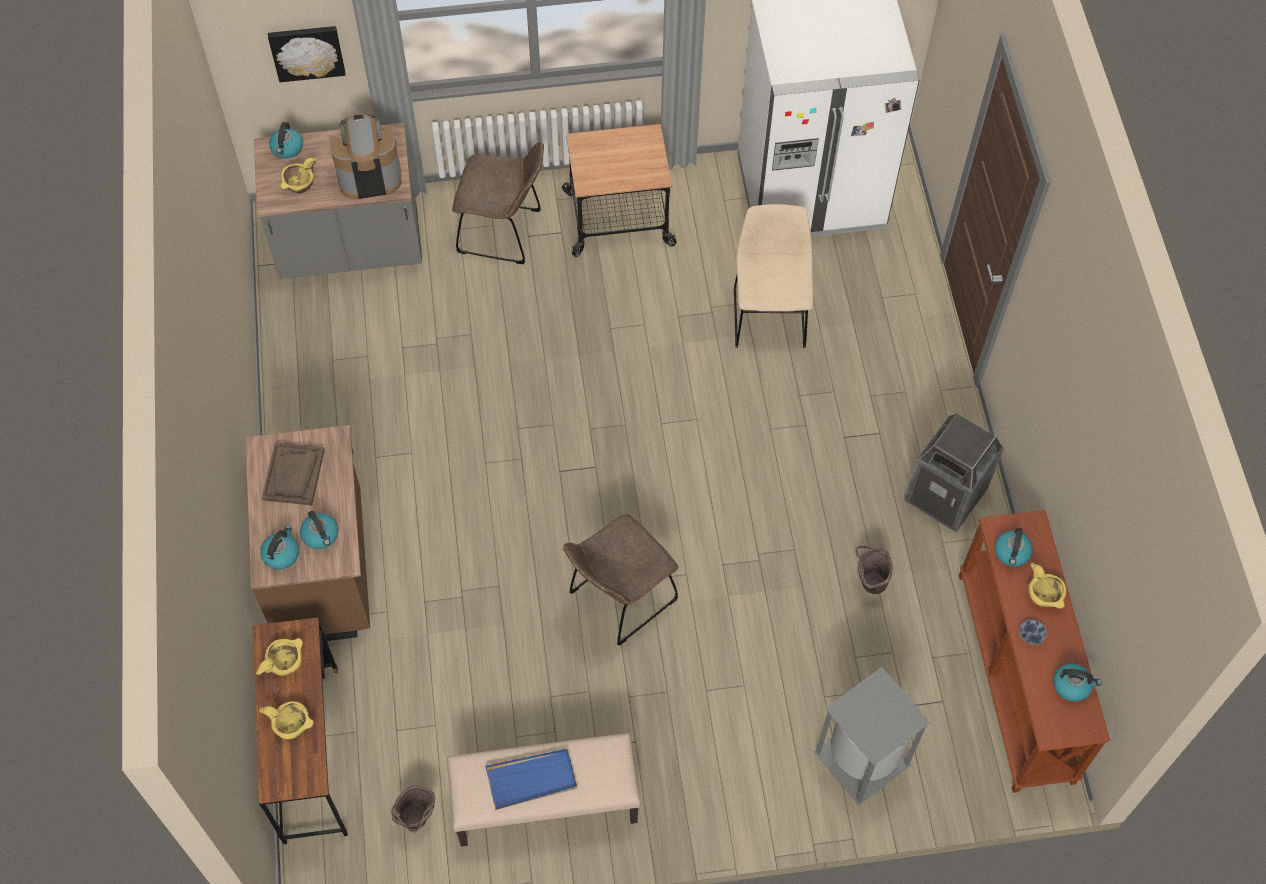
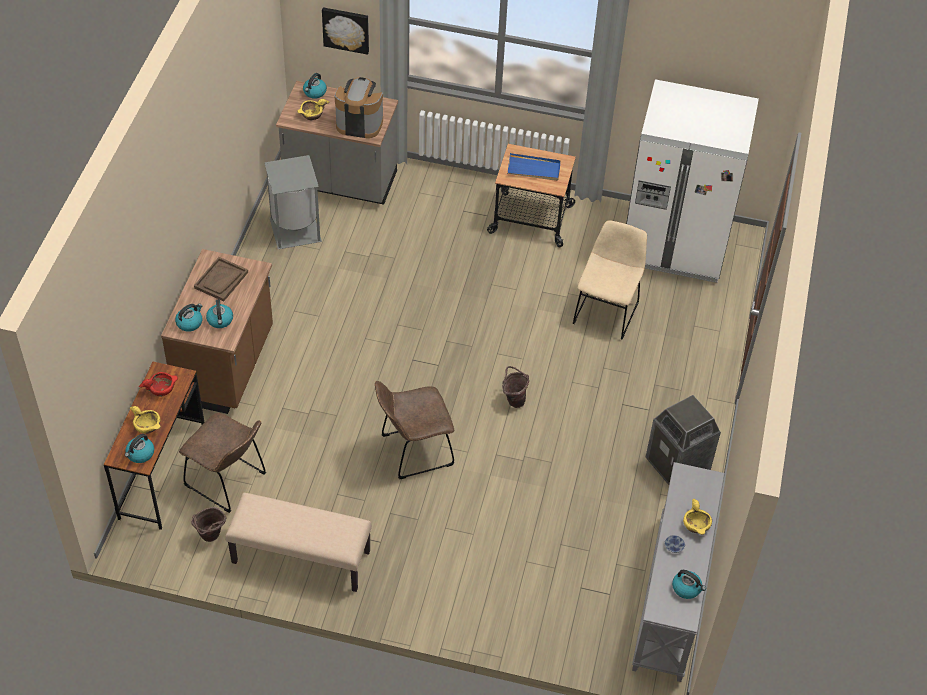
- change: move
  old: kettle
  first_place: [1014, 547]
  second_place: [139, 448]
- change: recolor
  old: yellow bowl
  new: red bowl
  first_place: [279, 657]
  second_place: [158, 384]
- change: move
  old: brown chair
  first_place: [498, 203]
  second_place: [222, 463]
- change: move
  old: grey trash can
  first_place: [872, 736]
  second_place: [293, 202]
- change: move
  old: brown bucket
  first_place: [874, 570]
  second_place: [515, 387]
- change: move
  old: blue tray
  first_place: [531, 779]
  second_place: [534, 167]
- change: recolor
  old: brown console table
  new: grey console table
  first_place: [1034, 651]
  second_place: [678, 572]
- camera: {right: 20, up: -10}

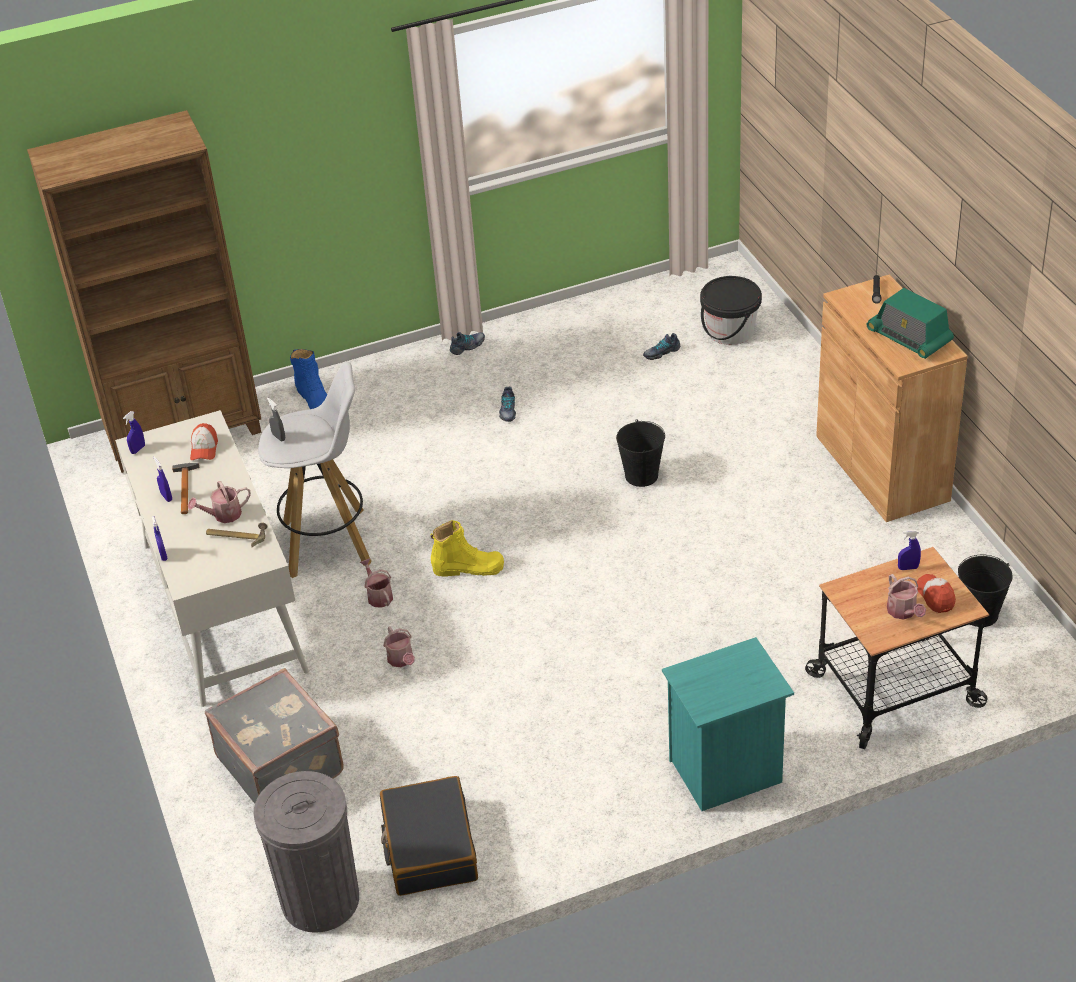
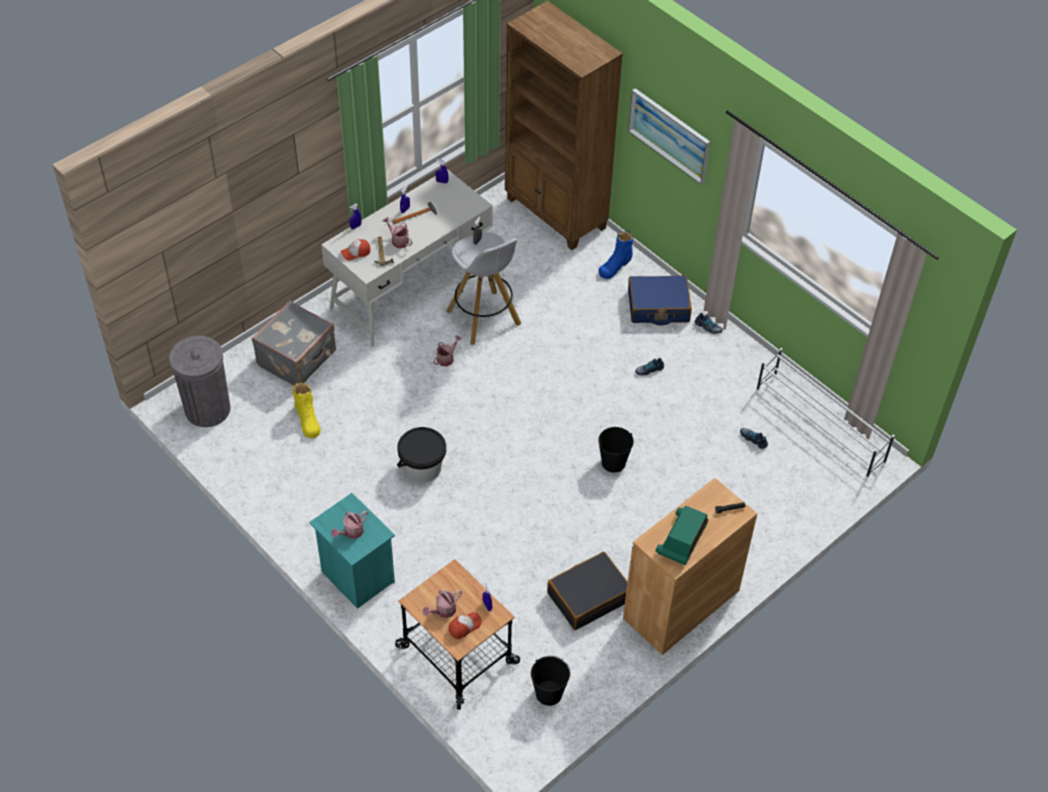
- change: move
  old: yellow boot
  first_place: [467, 548]
  second_place: [306, 410]
- change: move
  old: watering can
  first_place: [399, 646]
  second_place: [349, 525]
- change: move
  old: cap
  first_place: [204, 441]
  second_place: [356, 250]
- change: move
  old: black bucket
  first_place: [731, 310]
  second_place: [421, 455]
- change: move
  old: black suitcase
  first_place: [429, 836]
  second_place: [587, 591]
- change: insert
  new: picture
  second_place: [669, 136]
- change: insert
  new: blue suitcase
  second_place: [660, 300]
- change: insert
  new: white shoe rack
  second_place: [825, 413]
- camera: {right: 65, up: 10}

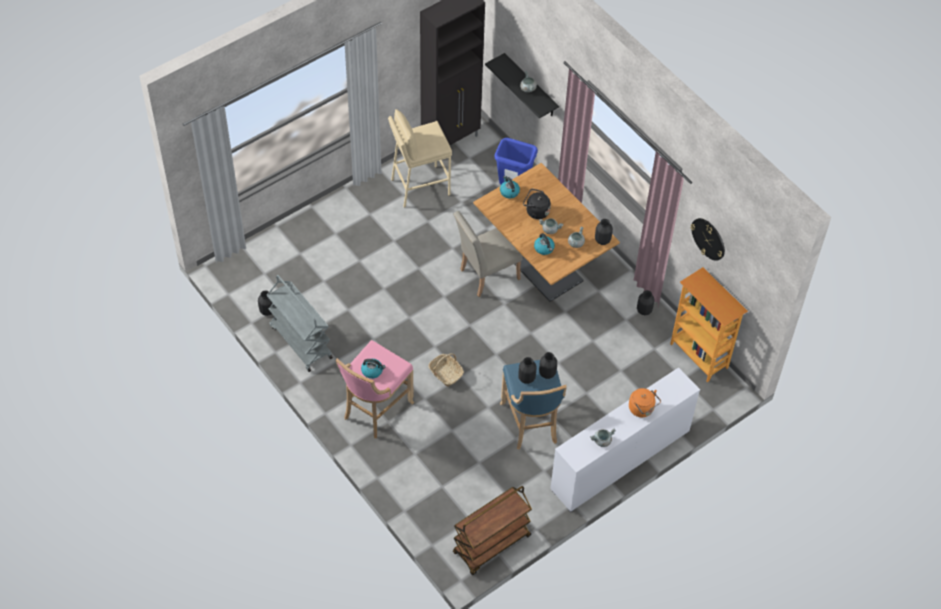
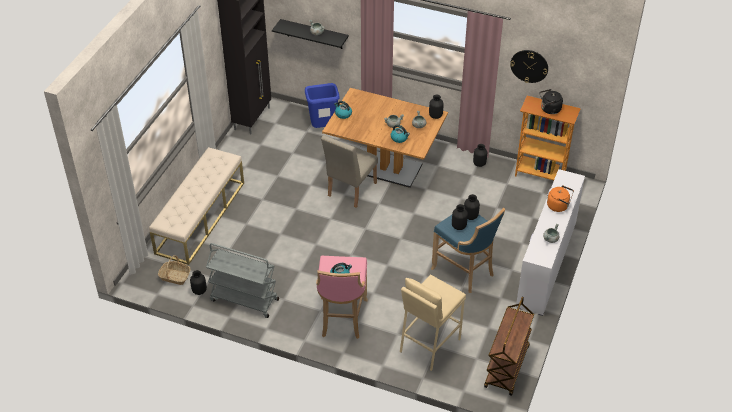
- change: insert
  new: beige bench
  second_place: [196, 206]
- change: move
  old: basket
  first_place: [446, 369]
  second_place: [174, 270]
- change: move
  old: beige stool
  first_place: [420, 158]
  second_place: [433, 323]
- change: move
  old: black kettle
  first_place: [537, 204]
  second_place: [551, 101]
- camera: {right: -30, up: -10}

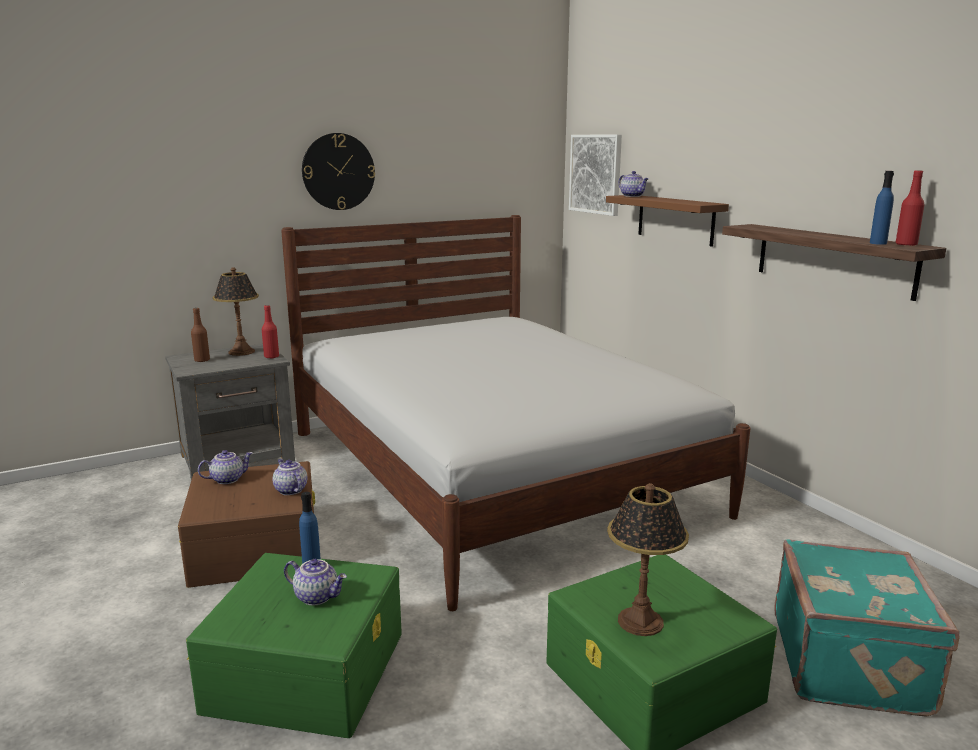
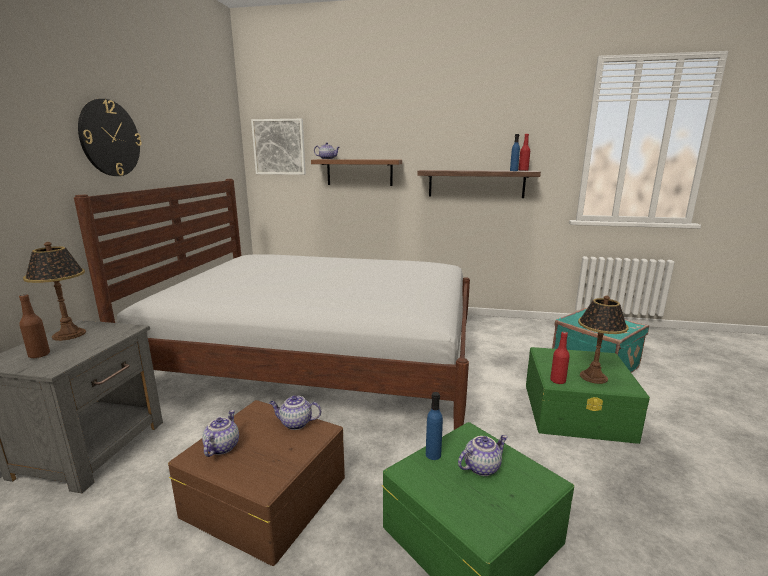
- change: move
  old: red bottle
  first_place: [270, 331]
  second_place: [560, 357]
- camera: {right: -50, up: 0}

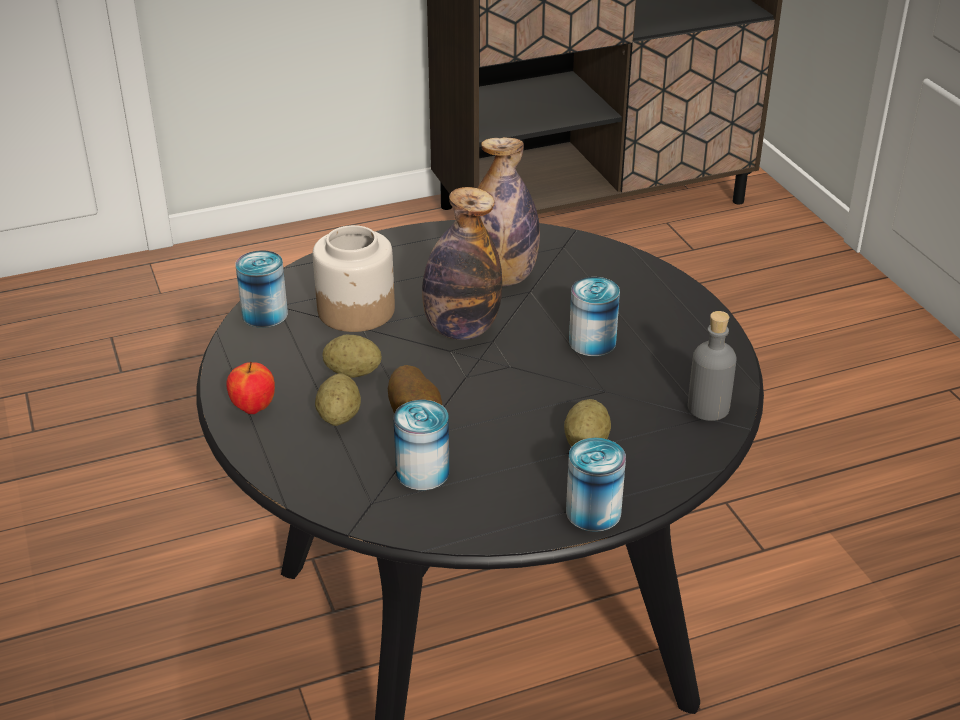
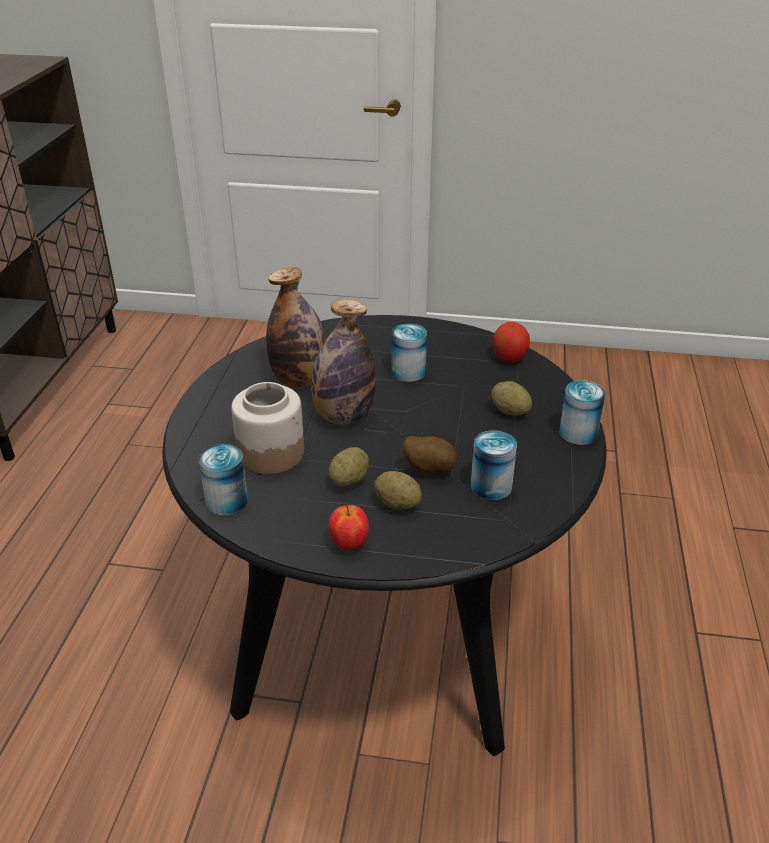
- change: replace
  old: grey bottle
  new: apple
  first_place: [712, 366]
  second_place: [511, 342]
- camera: {right: -60, up: 0}

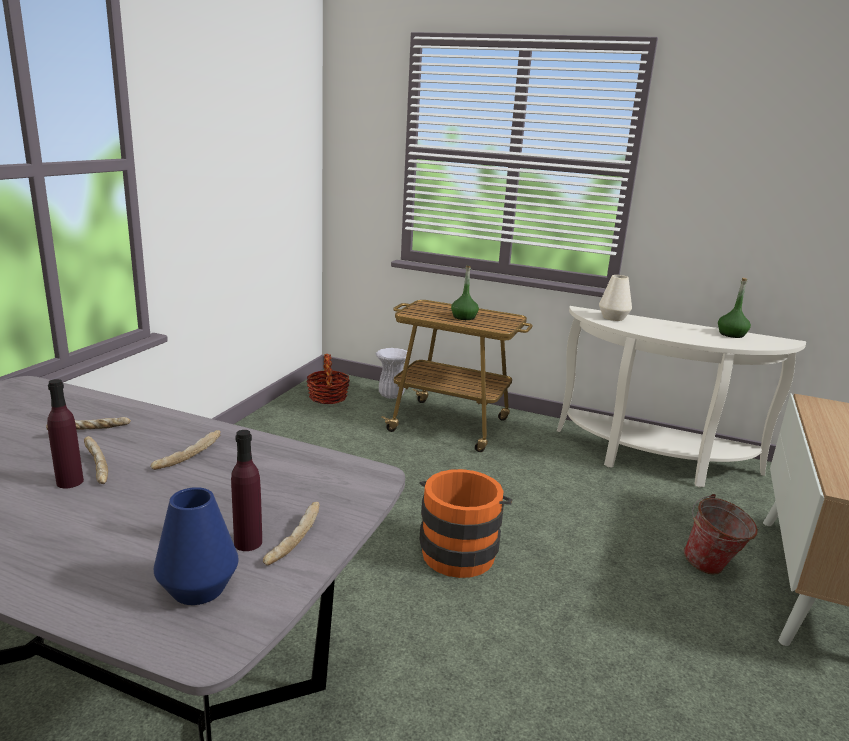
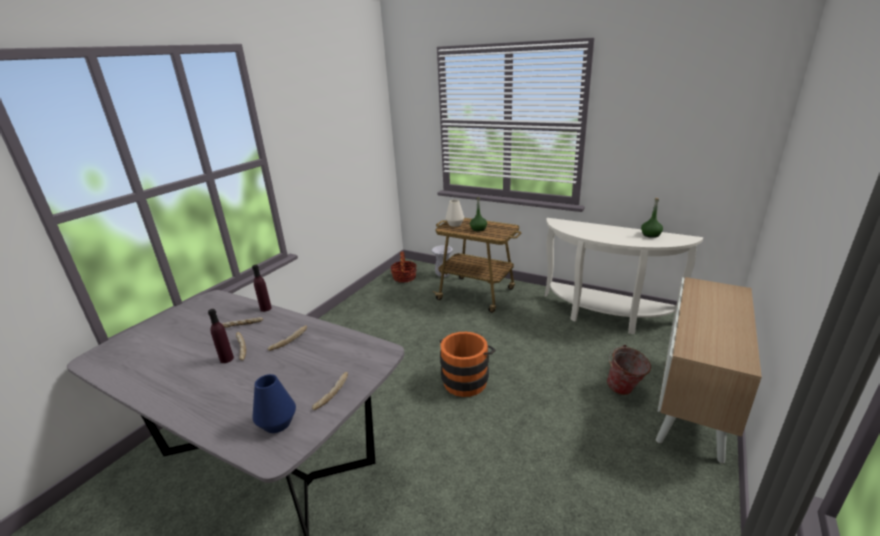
- change: move
  old: purple bottle
  first_place: [246, 490]
  second_place: [262, 288]
- change: move
  old: white vase
  first_place: [615, 298]
  second_place: [455, 213]
- camera: {right: 10, up: 5}

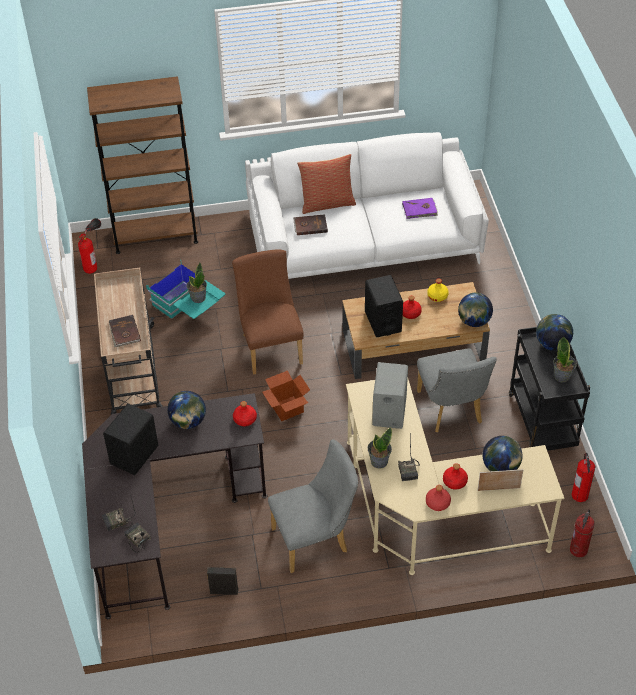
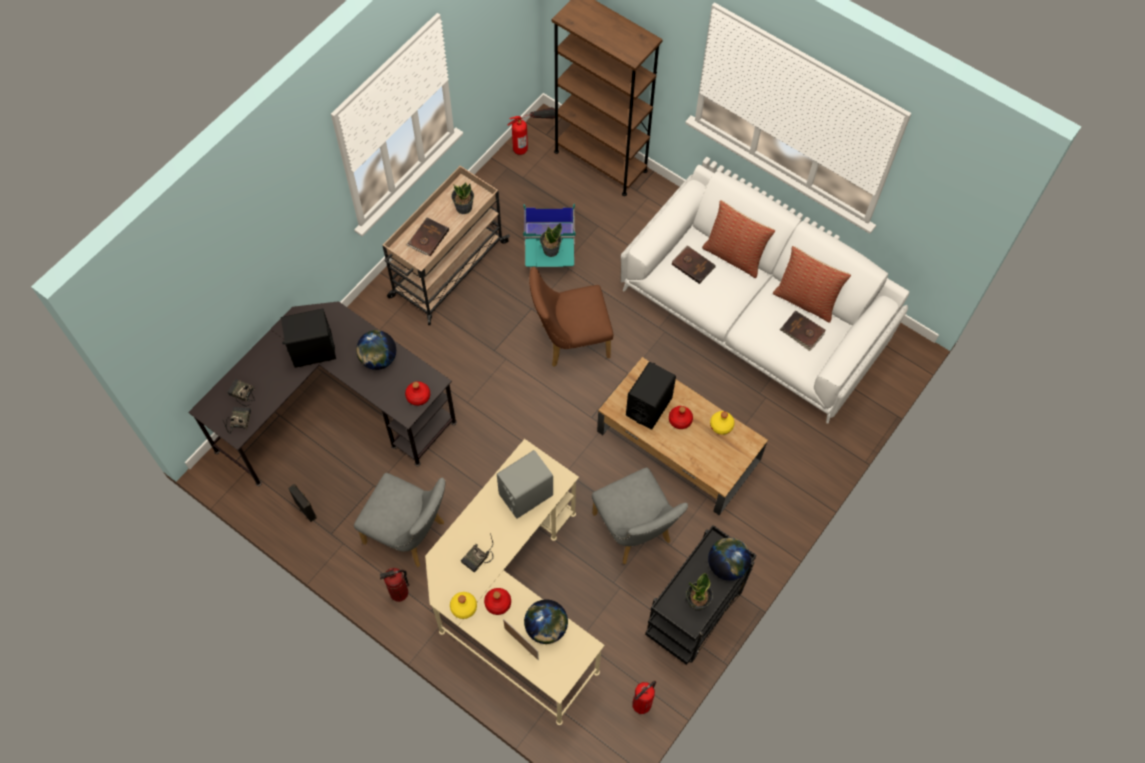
- change: move
  old: fire extinguisher
  first_place: [582, 533]
  second_place: [394, 585]
- change: recolor
  old: red bottle
  new: yellow bottle
  first_place: [438, 498]
  second_place: [463, 605]
- change: move
  old: potted plant
  first_place: [380, 448]
  second_place: [462, 198]
- change: rotate
  old: brown chair
  first_place: [268, 312]
  second_place: [571, 316]
  degrees: -135
- change: rotate
  old: grey chair
  first_place: [456, 390]
  second_place: [640, 516]
  degrees: -60
- change: insert
  new: pillow
  second_place: [812, 284]
- change: recolor
  old: purple book
  new: brown book
  first_place: [420, 208]
  second_place: [802, 330]
- change: delete
  old: cardboard box
  first_place: [286, 396]
- change: delete
  old: globe
  first_place: [475, 309]
- camera: {right: 45, up: 15}

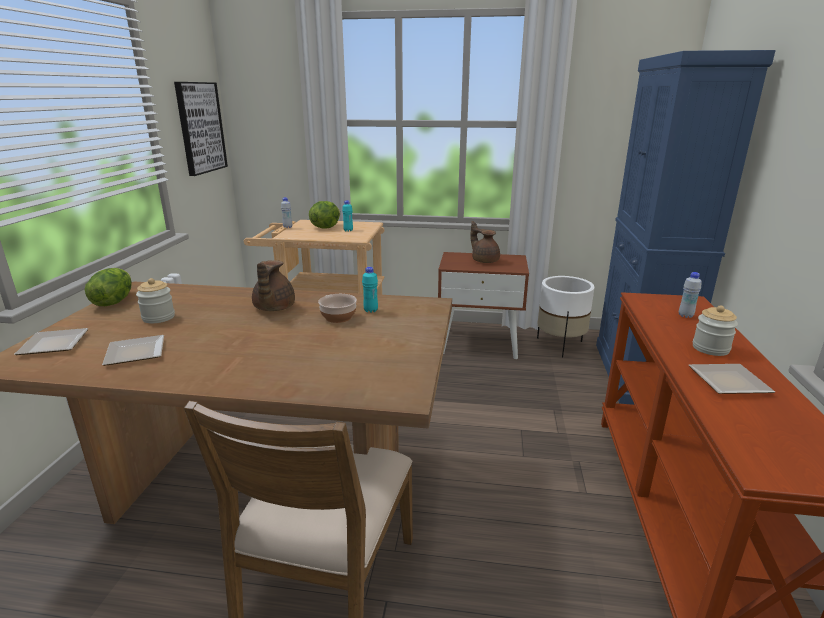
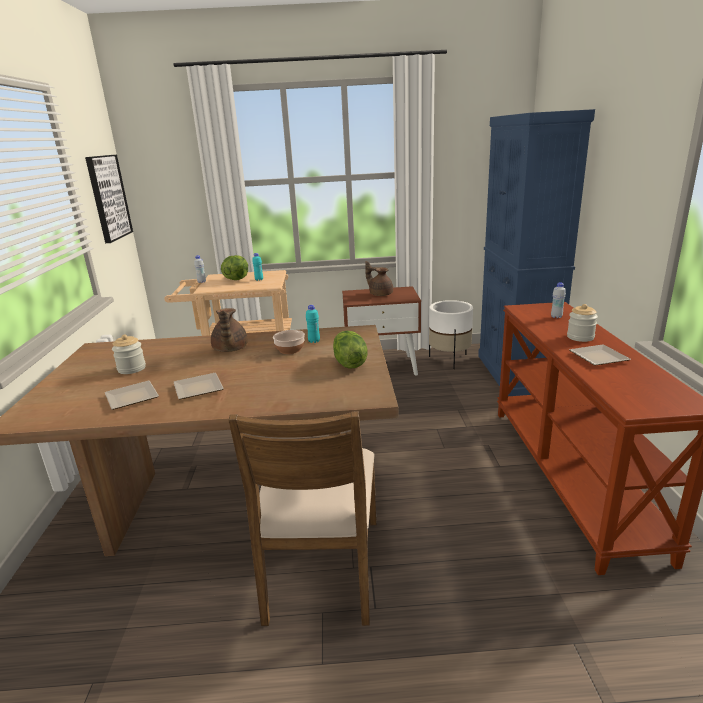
- change: move
  old: plate
  first_place: [51, 341]
  second_place: [199, 386]
- change: move
  old: lettuce
  first_place: [108, 287]
  second_place: [350, 350]
- camera: {right: -10, up: 0}

